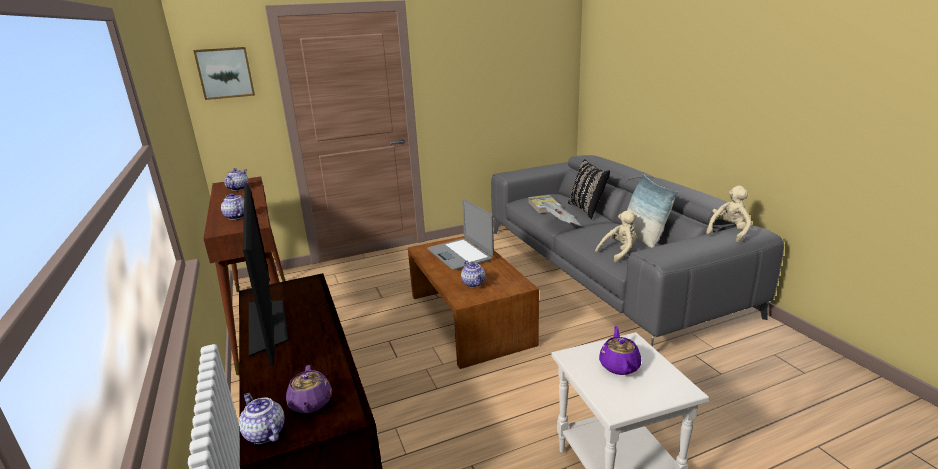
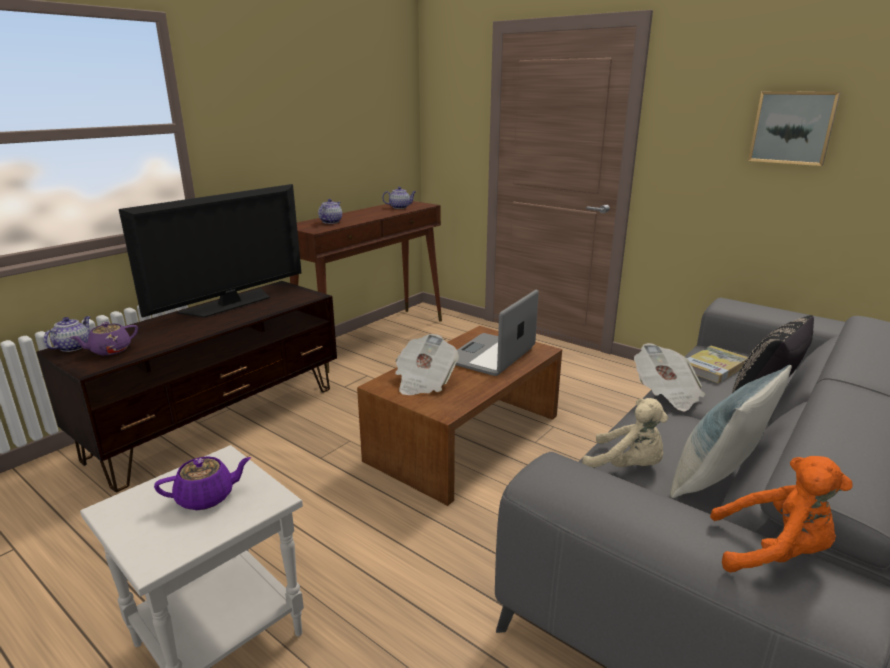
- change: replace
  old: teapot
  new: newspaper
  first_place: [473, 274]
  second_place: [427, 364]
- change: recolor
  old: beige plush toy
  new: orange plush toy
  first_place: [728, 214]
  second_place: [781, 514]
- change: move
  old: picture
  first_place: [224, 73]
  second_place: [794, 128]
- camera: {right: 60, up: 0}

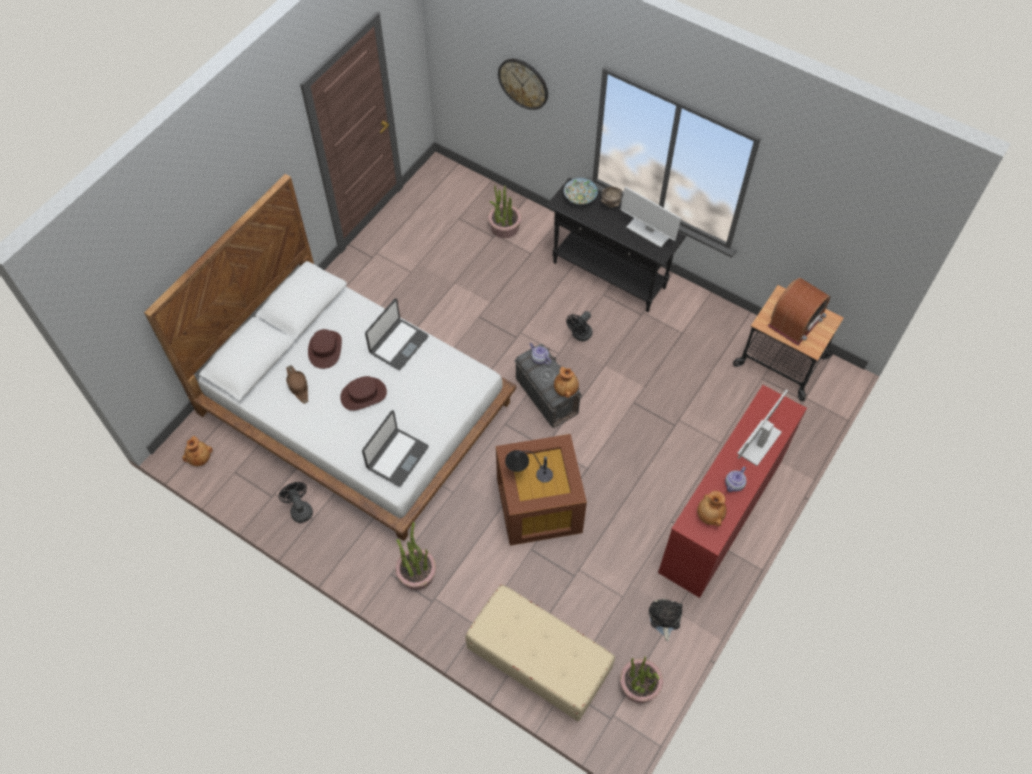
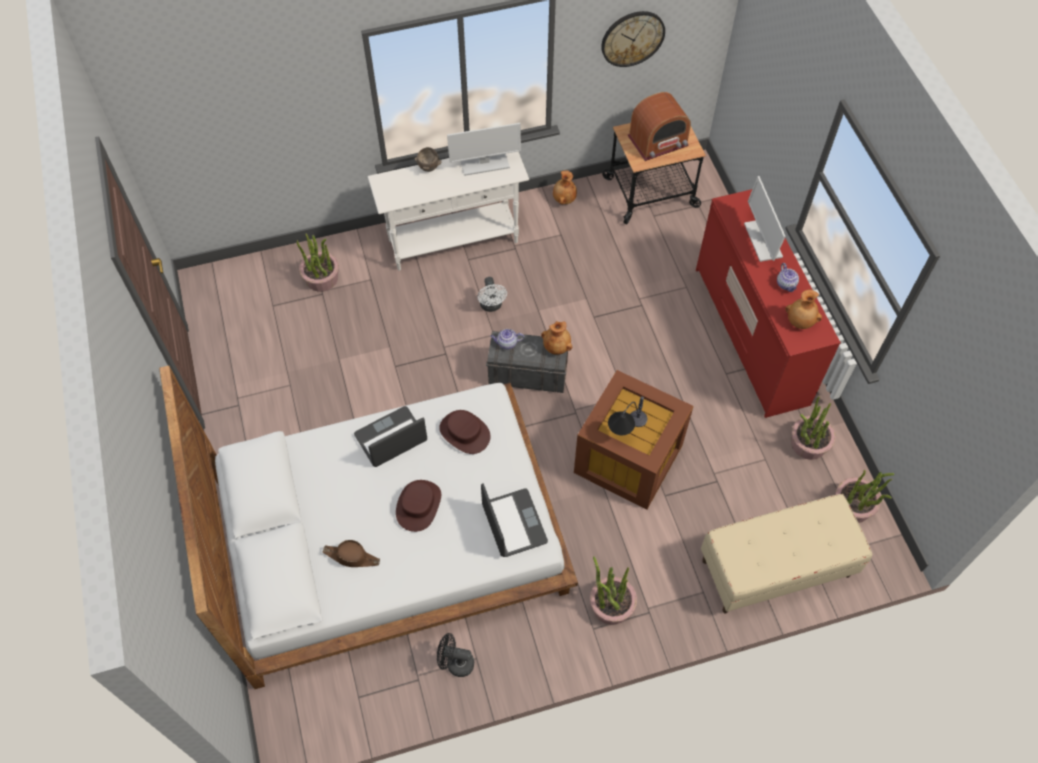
- change: rotate
  old: laptop
  first_place: [397, 334]
  second_place: [390, 436]
  degrees: -105
- change: recolor
  old: black console table
  new: white console table
  first_place: [616, 245]
  second_place: [448, 211]
- change: move
  old: brown hat
  first_place: [325, 349]
  second_place: [465, 432]
- change: recolor
  old: black fan
  new: white fan
  first_place: [579, 326]
  second_place: [492, 294]
- change: move
  old: brown vase
  first_place: [197, 451]
  second_place: [565, 187]
- change: move
  old: wall clock
  first_place: [523, 84]
  second_place: [633, 39]
- change: rotate
  old: radio
  first_place: [799, 311]
  second_place: [659, 126]
  degrees: 75
- change: replace
  old: plush toy
  new: potted plant
  first_place: [666, 620]
  second_place: [813, 428]
- change: delete
  old: bowl
  first_place: [581, 191]
- camera: {right: -50, up: 0}

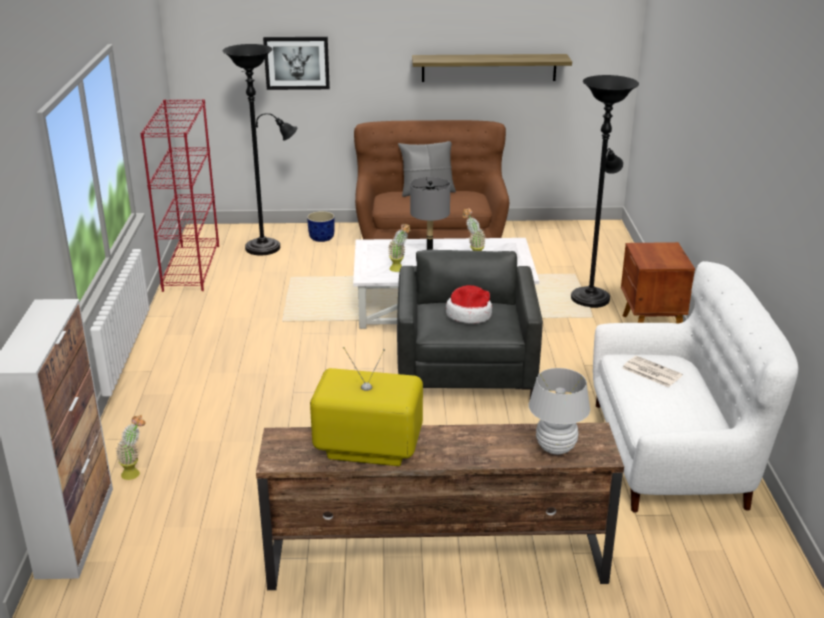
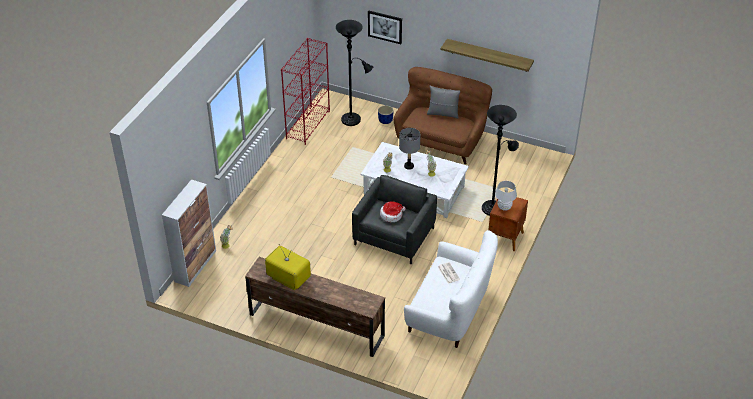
- change: move
  old: white table lamp
  first_place: [559, 411]
  second_place: [506, 196]
- camera: {right: 25, up: 15}

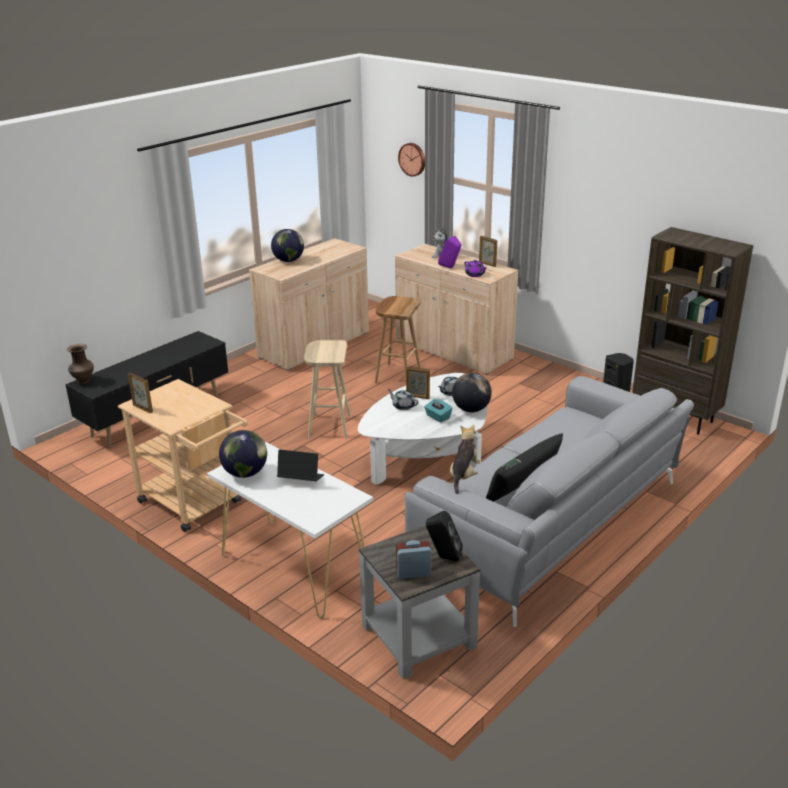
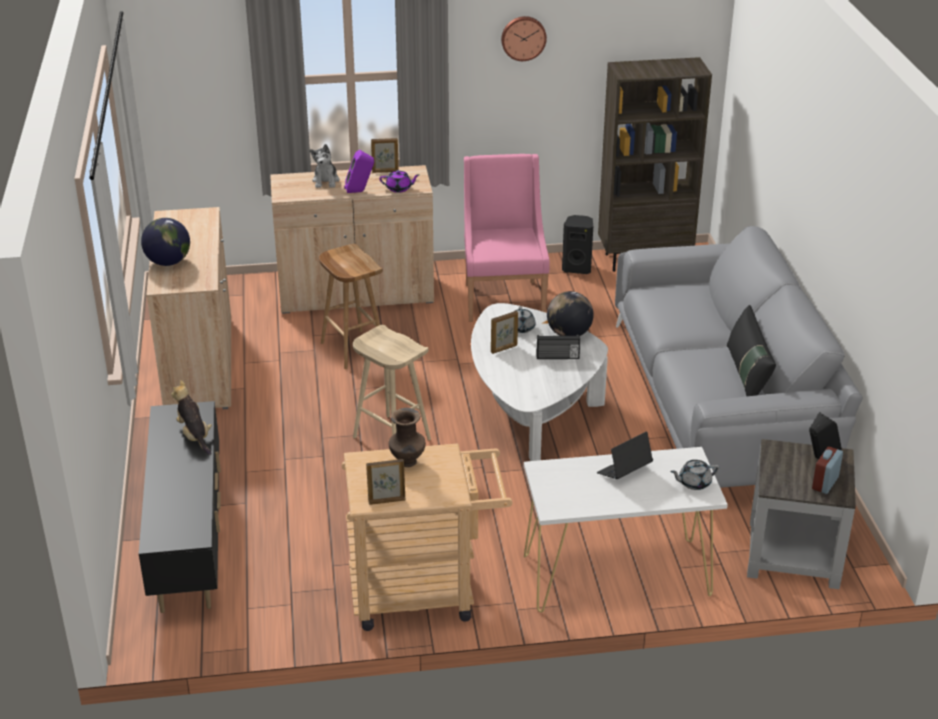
- change: move
  old: plush toy
  first_place: [465, 459]
  second_place: [191, 417]
- change: move
  old: brown vase
  first_place: [80, 364]
  second_place: [407, 437]
- change: insert
  new: pink armchair
  second_place: [507, 238]
- change: move
  old: wall clock
  first_place: [411, 160]
  second_place: [524, 38]
- change: replace
  old: turquoise tissue box
  new: radio
  first_place: [438, 410]
  second_place: [558, 347]
- change: move
  old: grey teapot
  first_place: [403, 399]
  second_place: [694, 475]
- change: delete
  old: globe
  first_place: [243, 454]
- camera: {right: -50, up: 5}

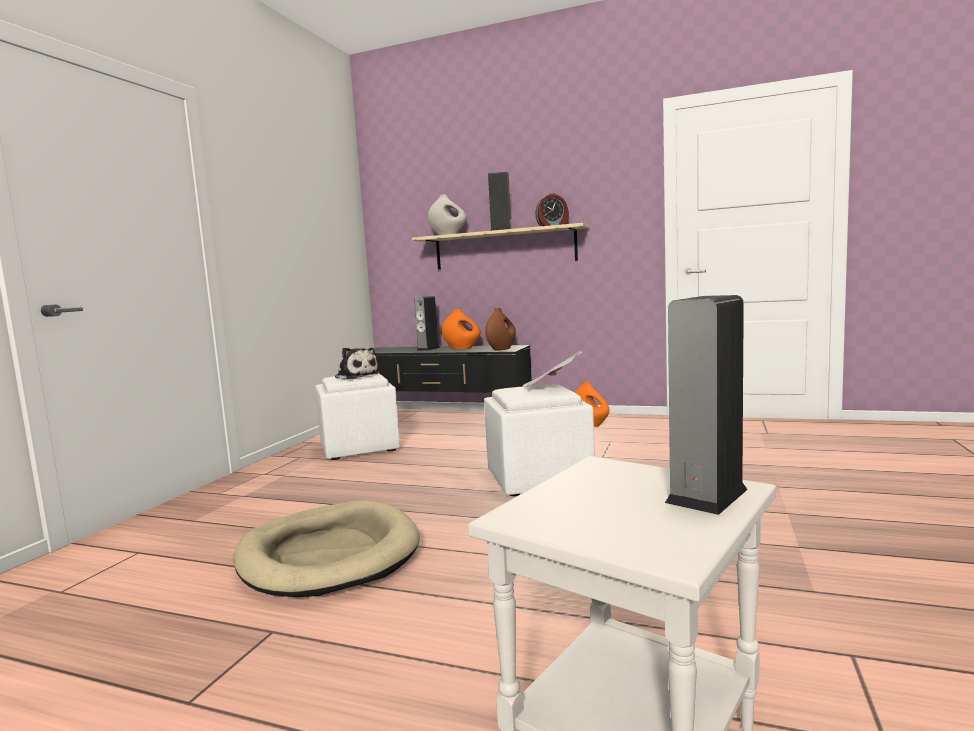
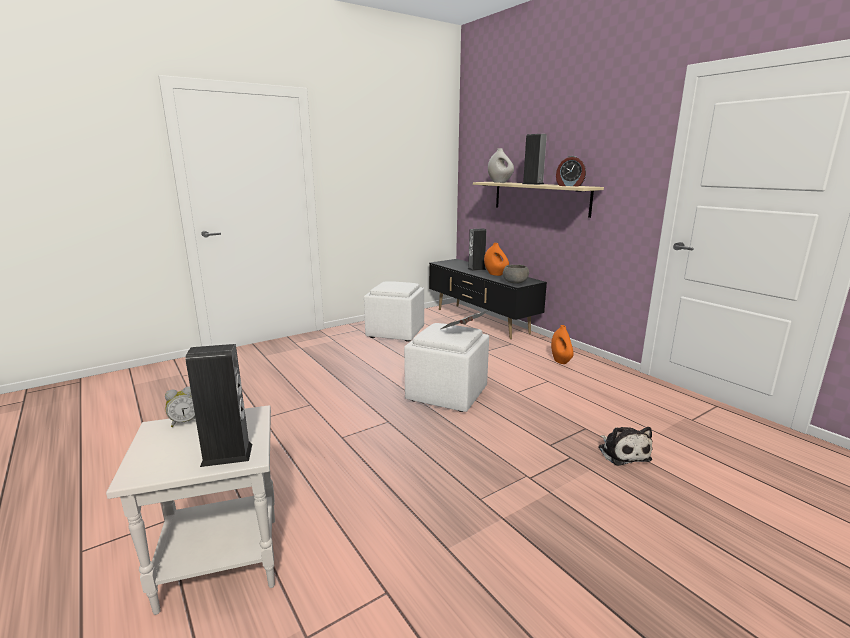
- change: insert
  new: alarm clock
  second_place: [180, 406]
- change: replace
  old: brown vase
  new: grey bowl
  first_place: [500, 329]
  second_place: [516, 274]
- change: move
  old: plush toy
  first_place: [357, 363]
  second_place: [625, 446]
- change: delete
  old: beige dog bed
  first_place: [327, 548]
- camera: {right: 35, up: 10}

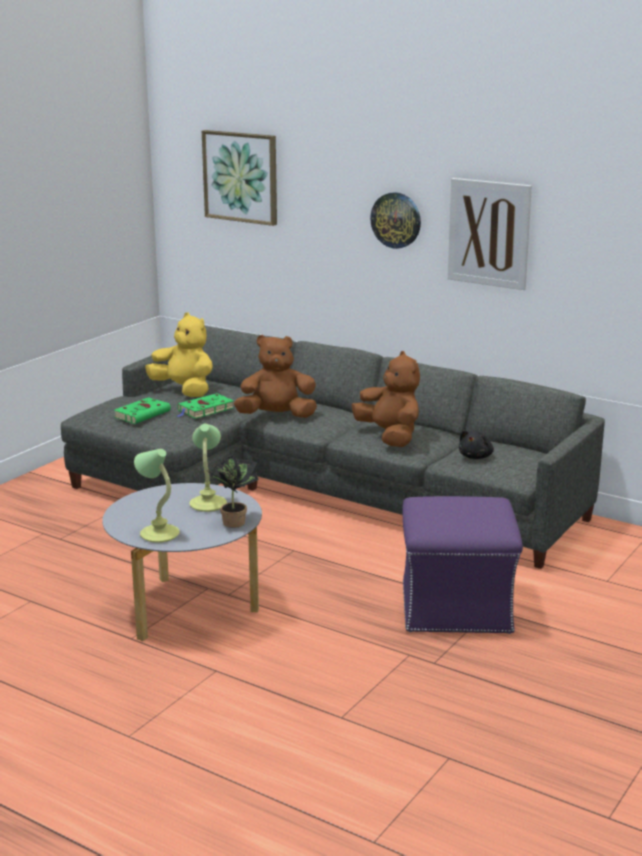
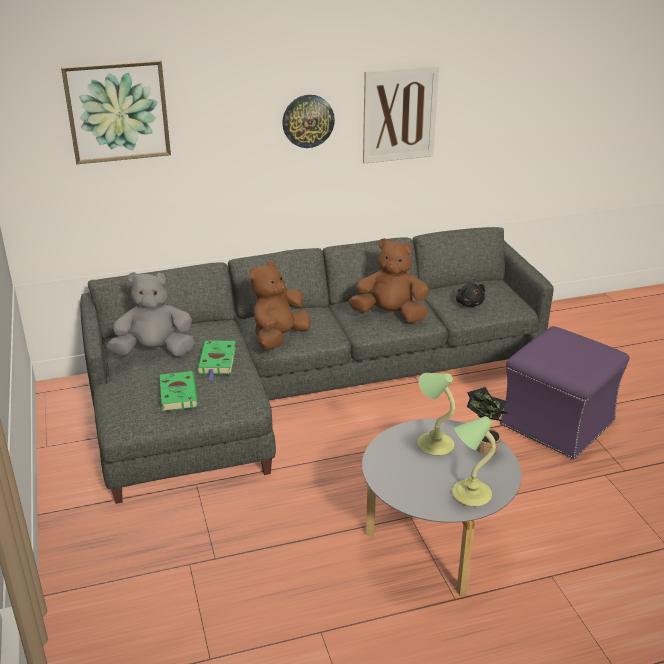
- change: recolor
  old: yellow plush toy
  new: grey plush toy
  first_place: [179, 354]
  second_place: [151, 314]
- camera: {right: -50, up: 10}

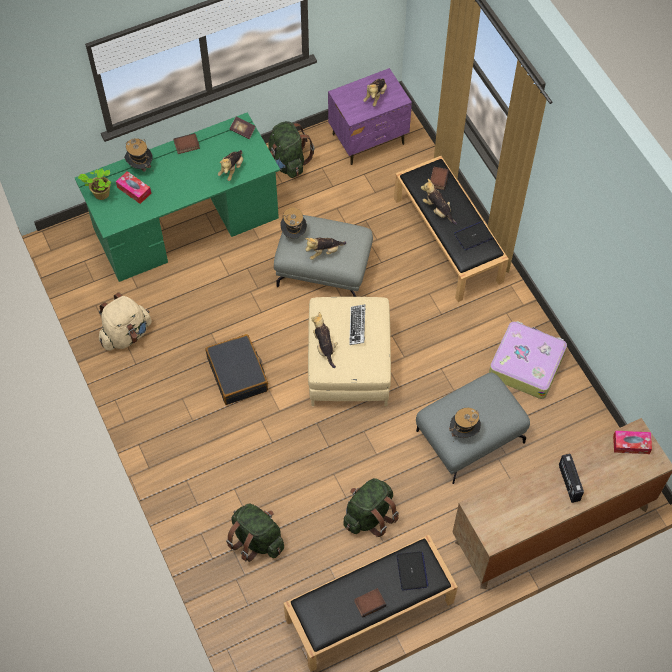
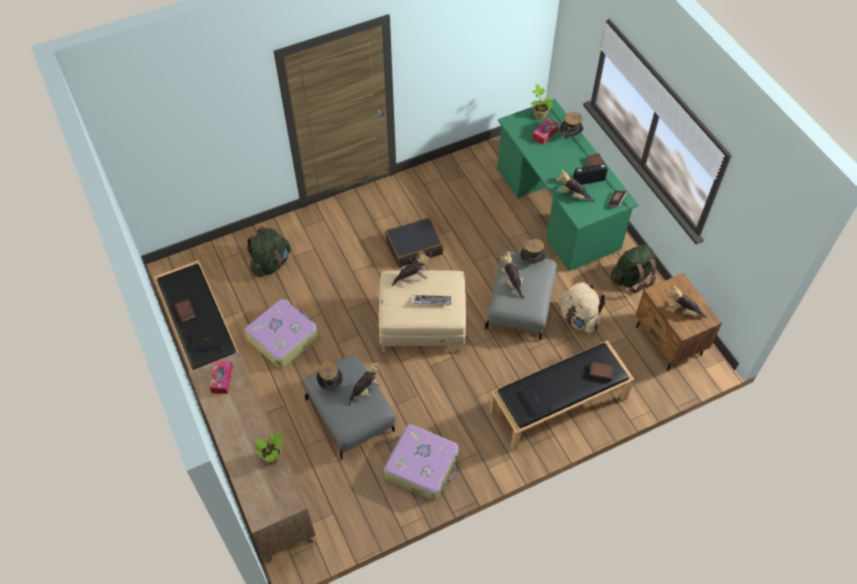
- change: move
  old: tissue box
  first_place: [632, 442]
  second_place: [221, 377]
- change: replace
  old: green backpack
  new: suitcase
  first_place: [371, 507]
  second_place: [281, 333]
- change: insert
  new: potted plant
  second_place: [269, 447]
- change: move
  old: plush toy
  first_place: [439, 202]
  second_place: [365, 384]
- change: move
  old: beige backpack
  first_place: [125, 321]
  second_place: [582, 307]
- change: move
  old: radio
  first_place: [571, 478]
  second_place: [590, 174]
- change: recolor
  old: purple nightstand
  new: brown nightstand
  first_place: [370, 116]
  second_place: [679, 322]
- camera: {right: 90, up: -5}

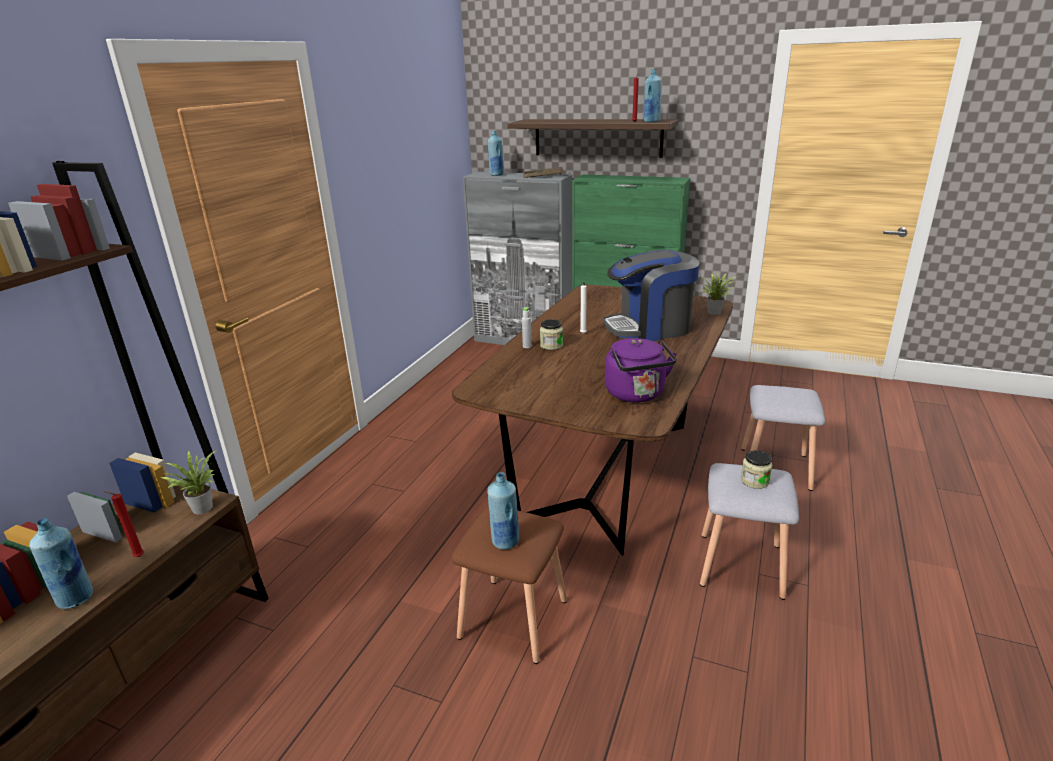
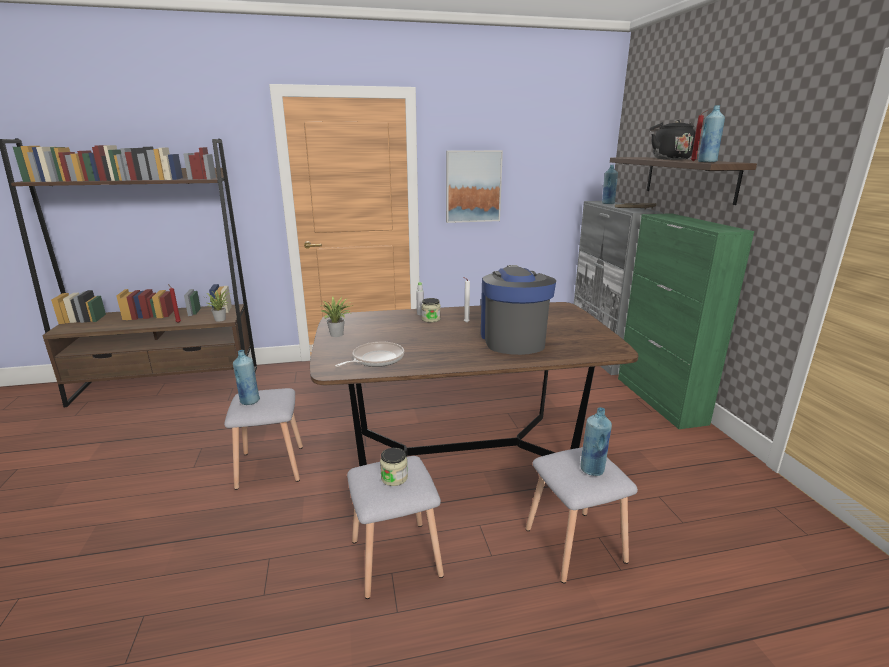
- change: recolor
  old: brown stool
  new: grey stool
  first_place: [509, 585]
  second_place: [263, 439]
- change: move
  old: potted plant
  first_place: [718, 294]
  second_place: [338, 316]
- change: replace
  old: purple kettle
  new: frying pan
  first_place: [641, 370]
  second_place: [369, 354]
- change: insert
  new: picture
  second_place: [474, 186]
- change: rotate
  old: coffee machine
  first_place: [651, 295]
  second_place: [518, 310]
  degrees: 45
- change: move
  old: blue bottle
  first_place: [61, 563]
  second_place: [596, 441]
- change: insert
  new: black kettle
  second_place: [672, 140]
- camera: {right: 55, up: -5}

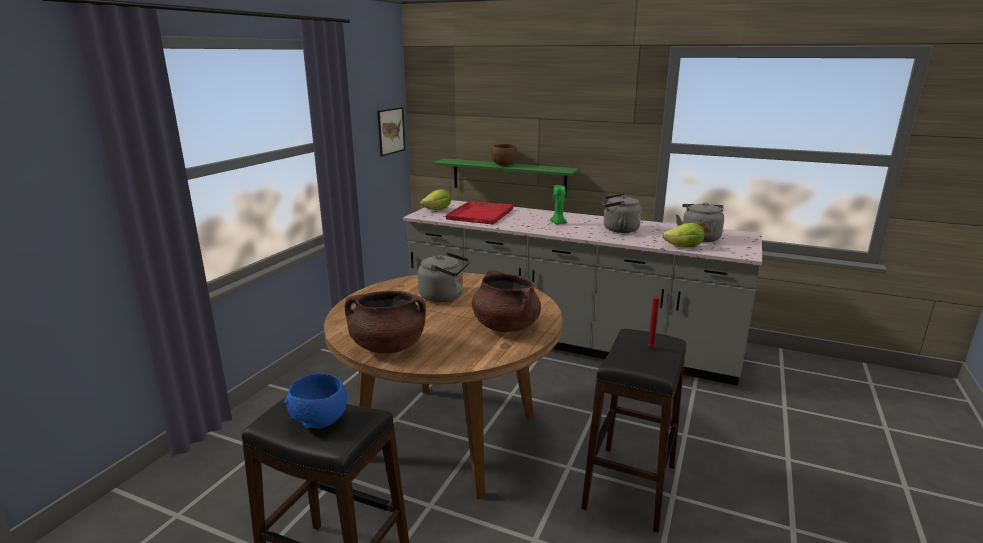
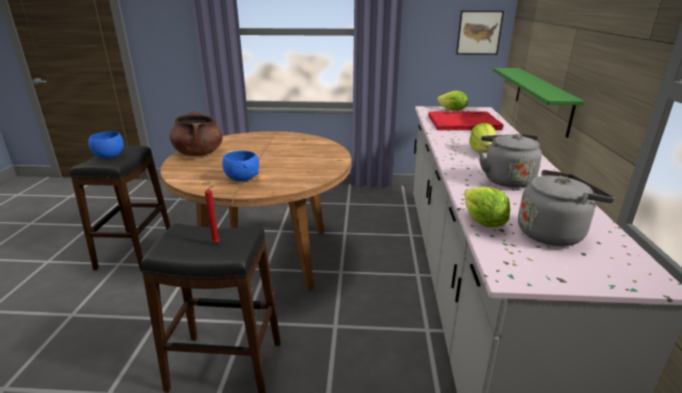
- change: replace
  old: brown cooking pot
  new: blue bowl
  first_place: [506, 301]
  second_place: [240, 166]
- change: replace
  old: green candle
  new: lettuce
  first_place: [558, 205]
  second_place: [482, 138]
- change: delete
  old: grey kettle
  first_place: [444, 277]
- change: delete
  old: brown bowl
  first_place: [504, 155]
- camera: {right: 70, up: 5}

